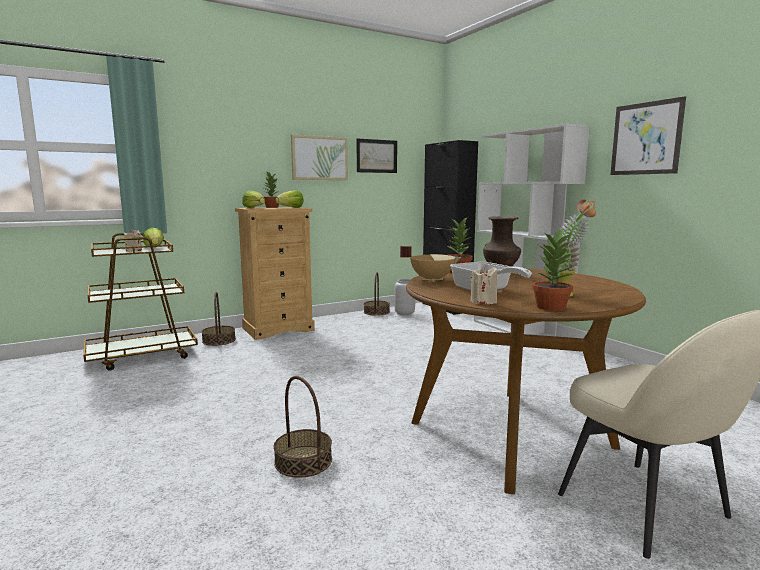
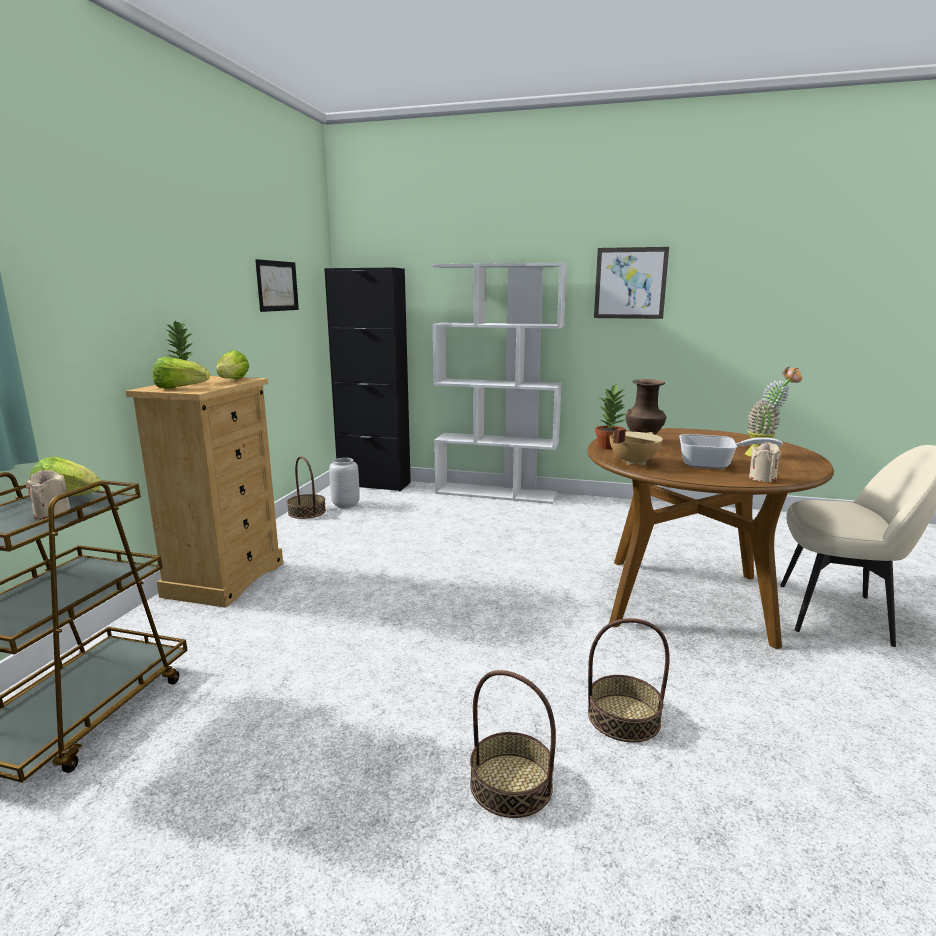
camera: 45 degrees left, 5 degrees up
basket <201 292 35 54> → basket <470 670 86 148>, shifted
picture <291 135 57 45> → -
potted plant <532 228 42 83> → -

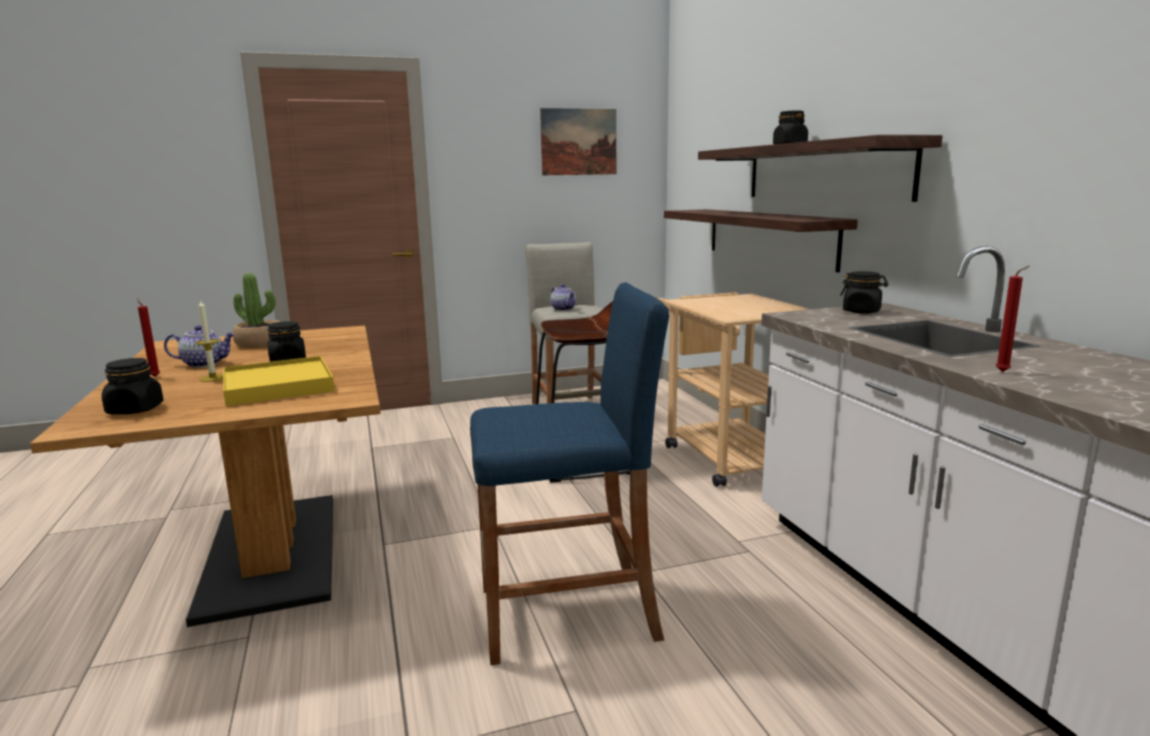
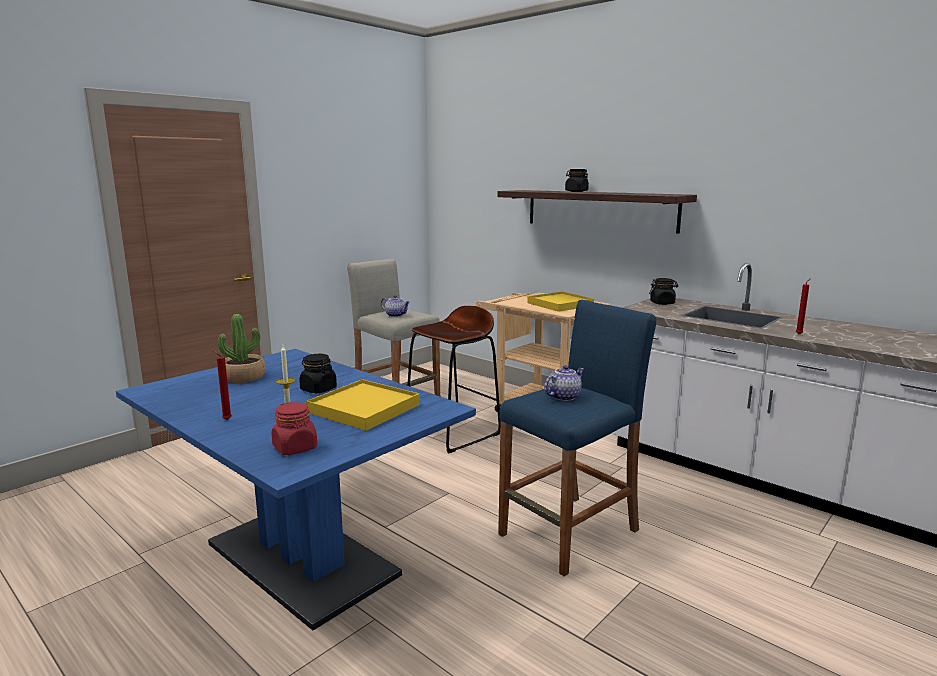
camera: 30 degrees left, 0 degrees up
dining table (brown) <30 325 350 302> → dining table (blue) <116 349 360 282>
jar (black) <102 358 62 56> → jar (red) <272 402 45 53>
teapot <164 325 71 43> → teapot <544 365 40 36>, shifted
picture <540 108 76 67> → -
shelf <664 209 194 64> → -
- → tray (yellow) <527 291 67 21>

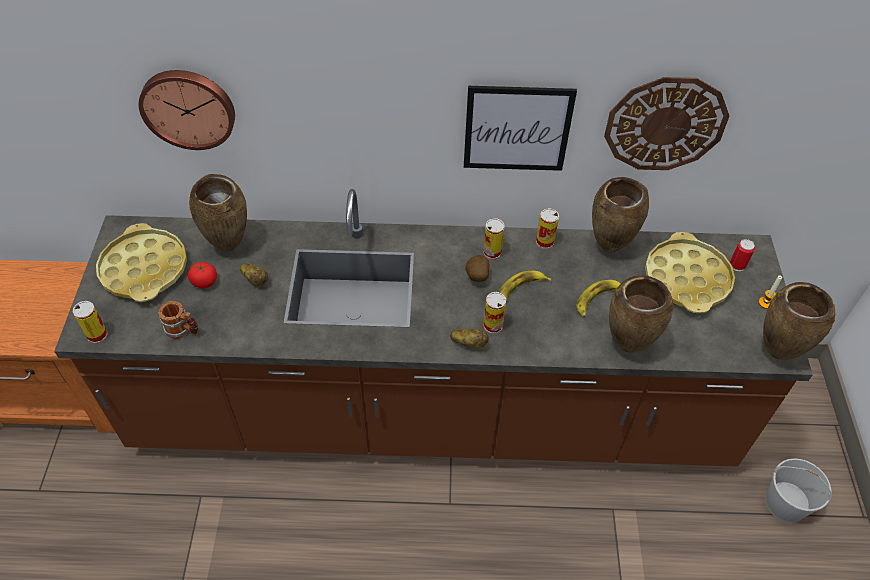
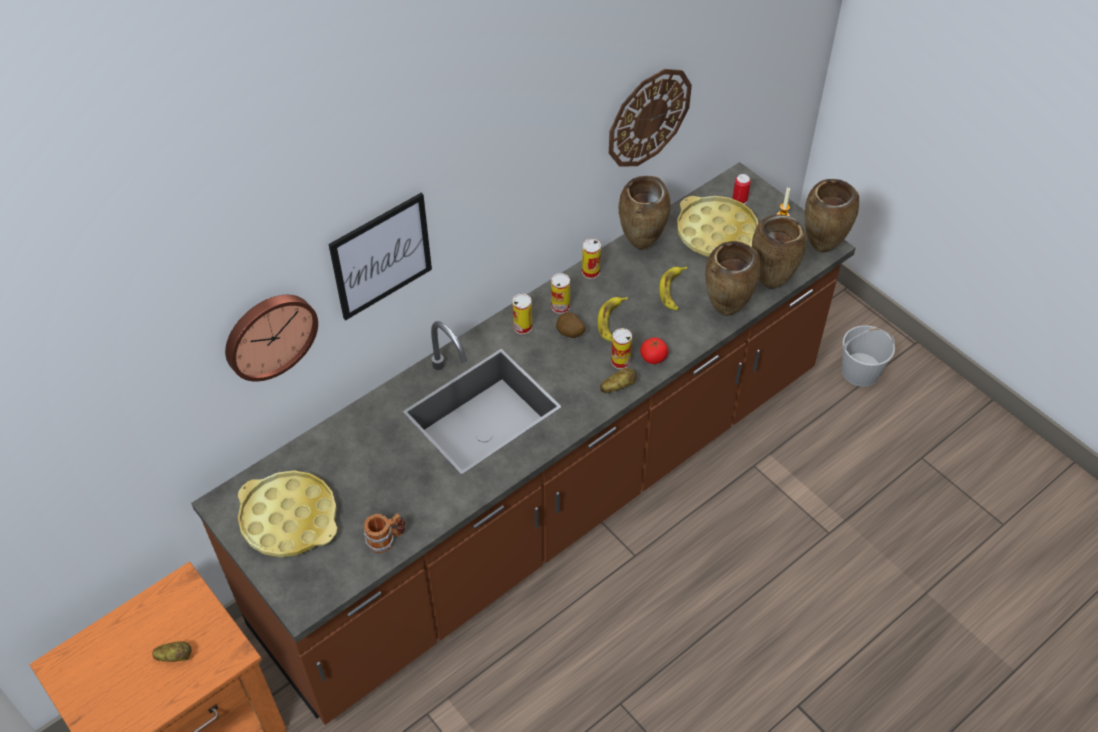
camera: 40 degrees left, 0 degrees up
can <73 301 35 42> → can <512 294 20 41>, shifted
tomato <188 262 29 27> → tomato <640 337 28 27>, shifted
vase (brown) <189 174 58 77> → vase (brown) <752 214 55 75>, shifted
potato <240 263 28 24> → potato <152 641 40 21>, shifted
picture <464 86 113 85> → picture <329 193 103 127>, shifted

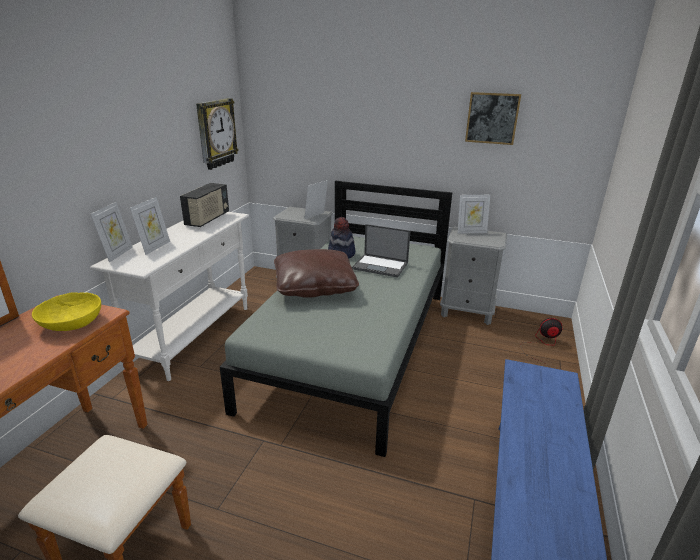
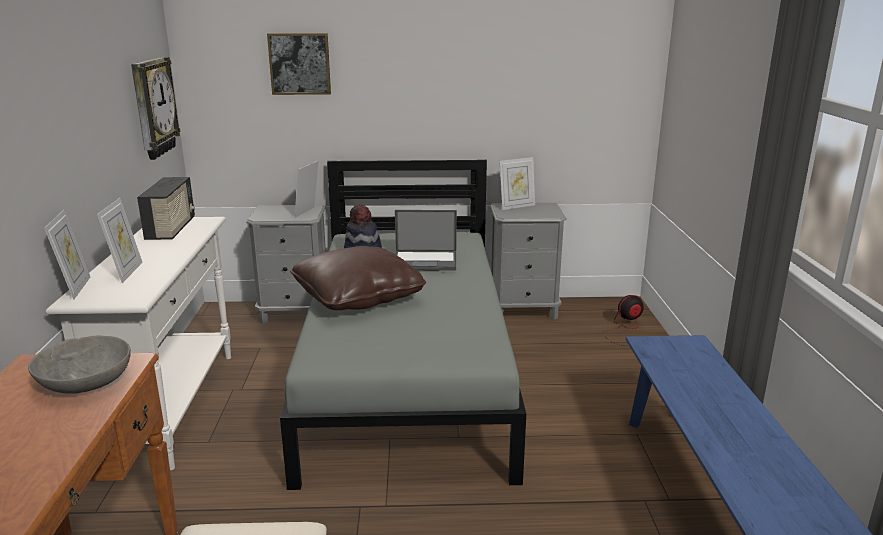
camera: 20 degrees left, 5 degrees down
bowl (yellow) <32 292 69 39> → bowl (grey) <28 335 103 59>
picture <465 92 56 53> → picture <267 33 64 62>, shifted

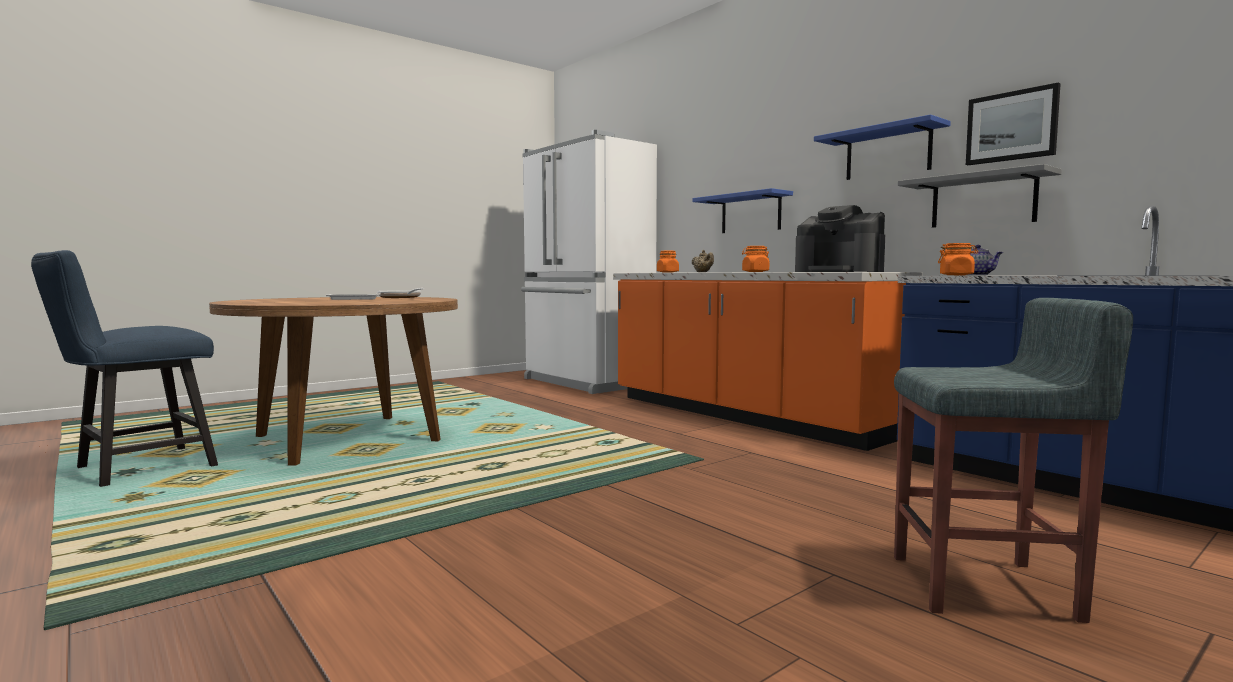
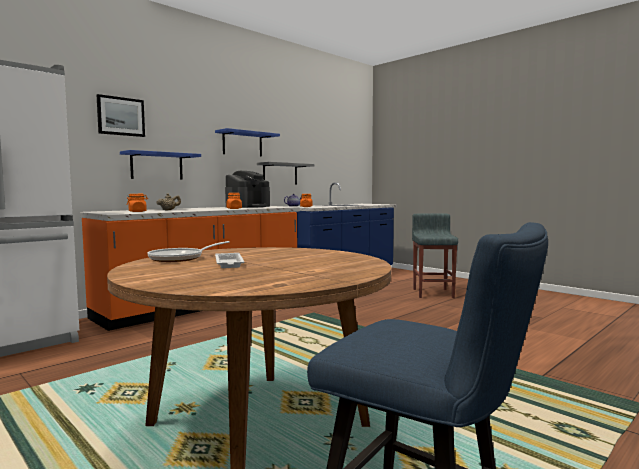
camera: 95 degrees left, 0 degrees up
picture <966 82 95 83> → picture <97 94 48 43>, shifted

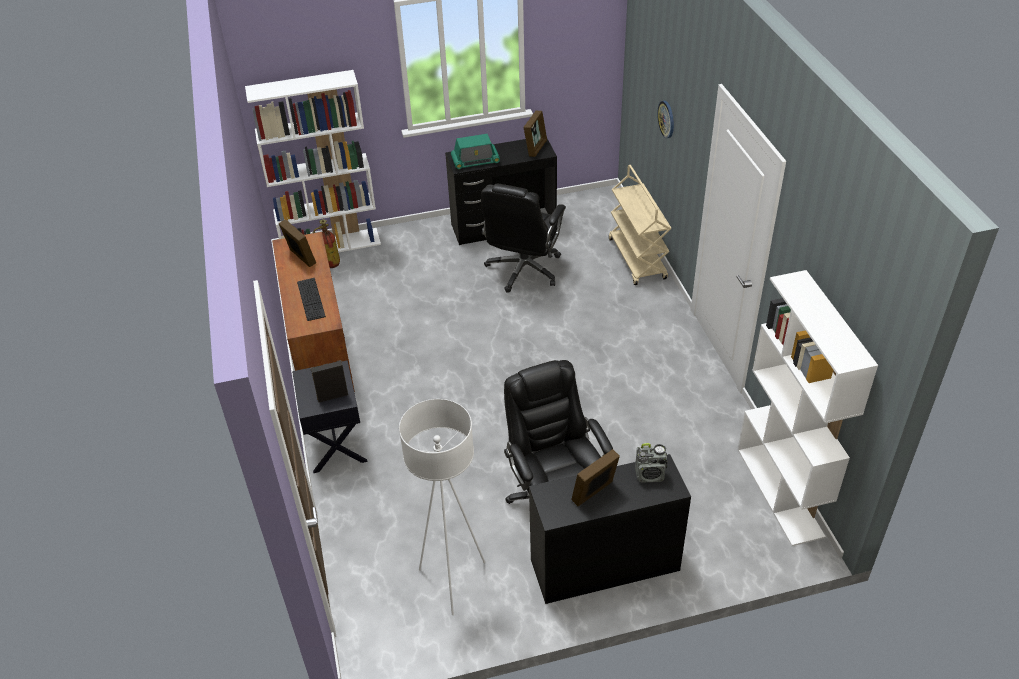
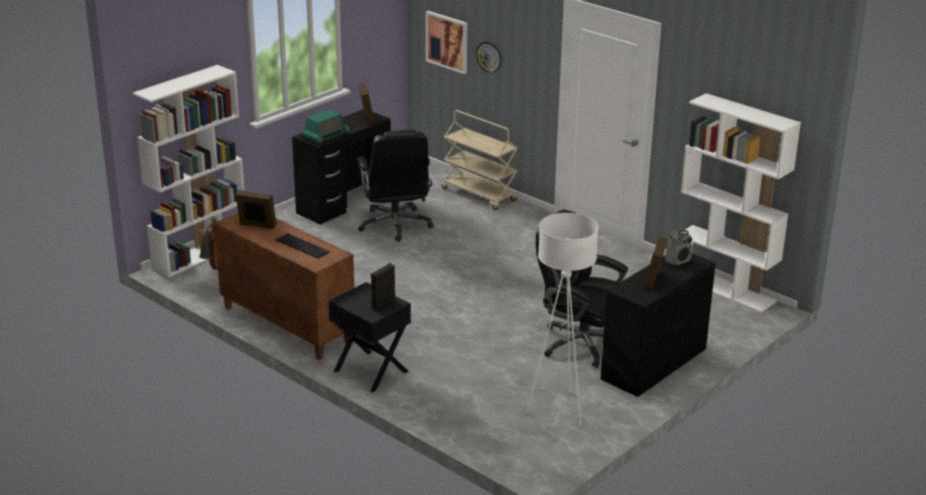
camera: 35 degrees left, 15 degrees down
- → picture <426 11 41 63>

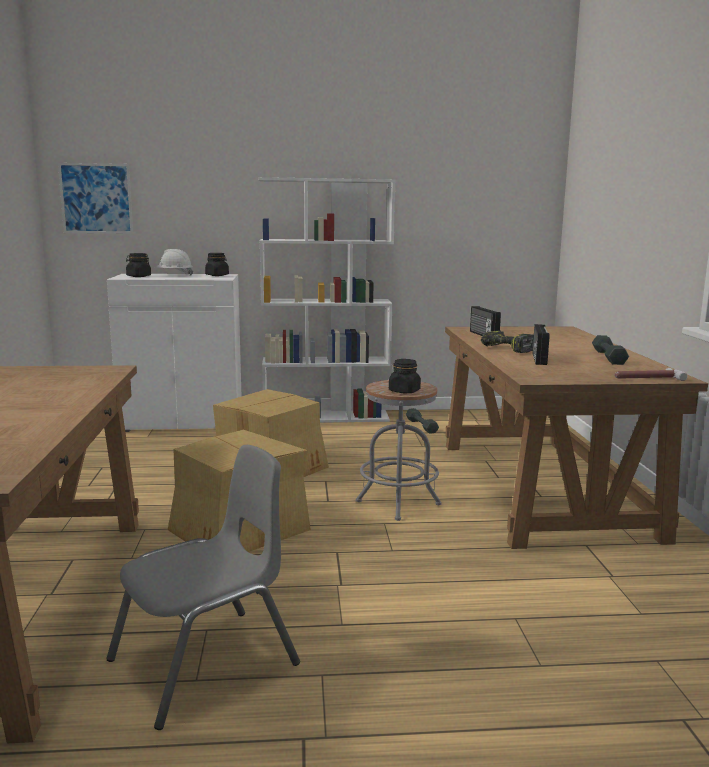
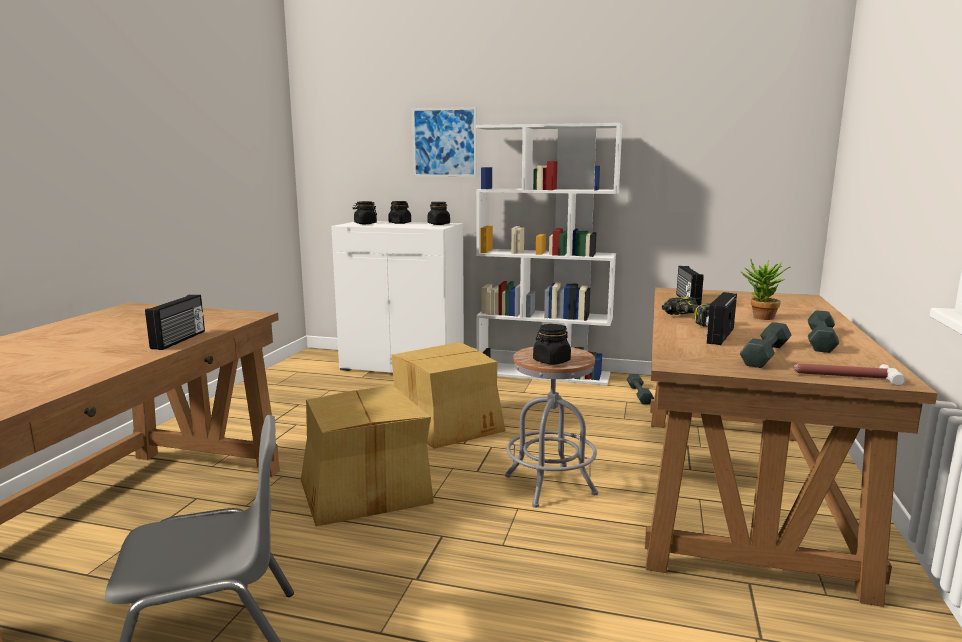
camera: 20 degrees right, 0 degrees up
picture <58 163 75 71> → picture <412 107 65 70>, shifted
hard hat (white) <155 249 39 27> → jar (black) <388 201 23 23>
- → radio <145 295 60 55>
- → dumbbell (grey) <740 322 51 46>
- → potted plant <741 259 49 61>

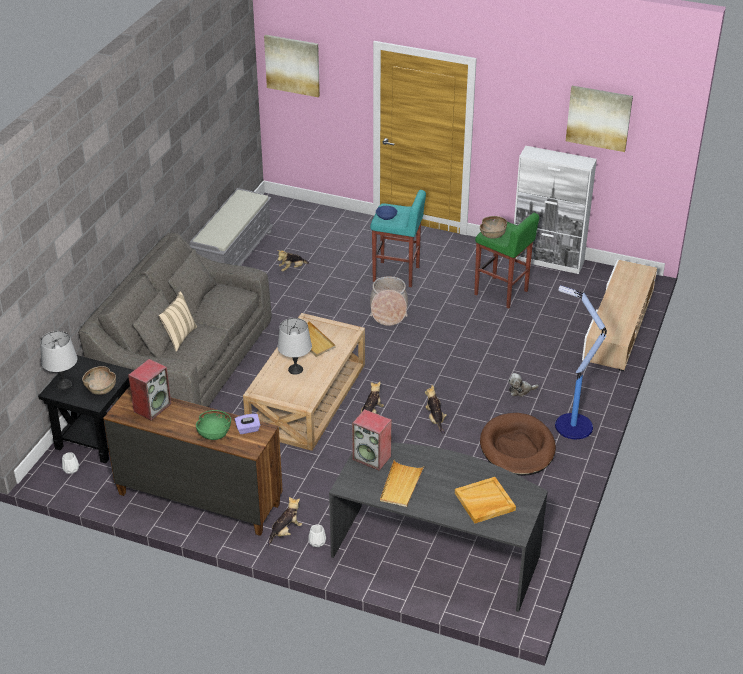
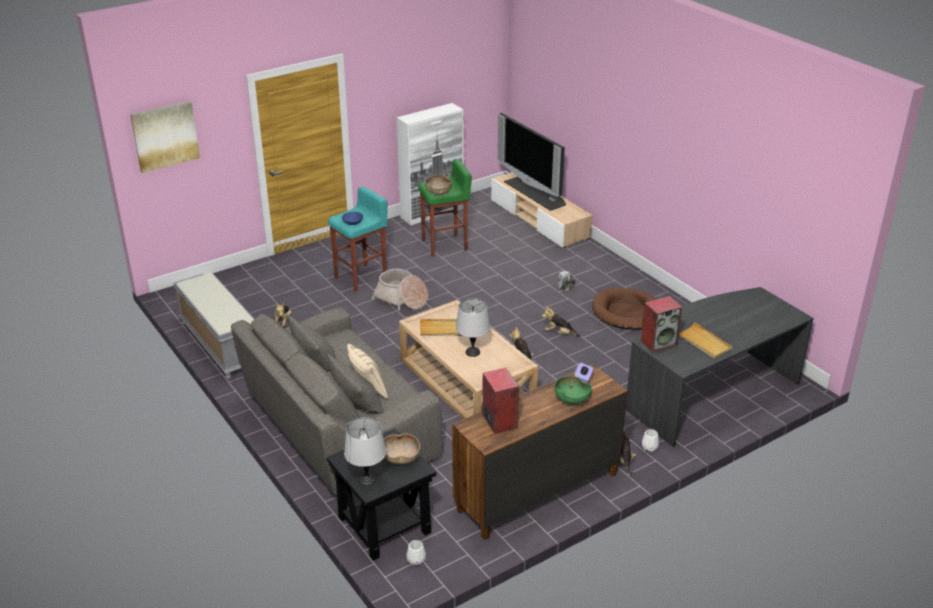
camera: 55 degrees left, 5 degrees down
tray (beige) <455 477 61 46> → -
floor lamp <555 285 52 154> → -
picture <566 86 67 66> → -
- → television <498 113 68 98>

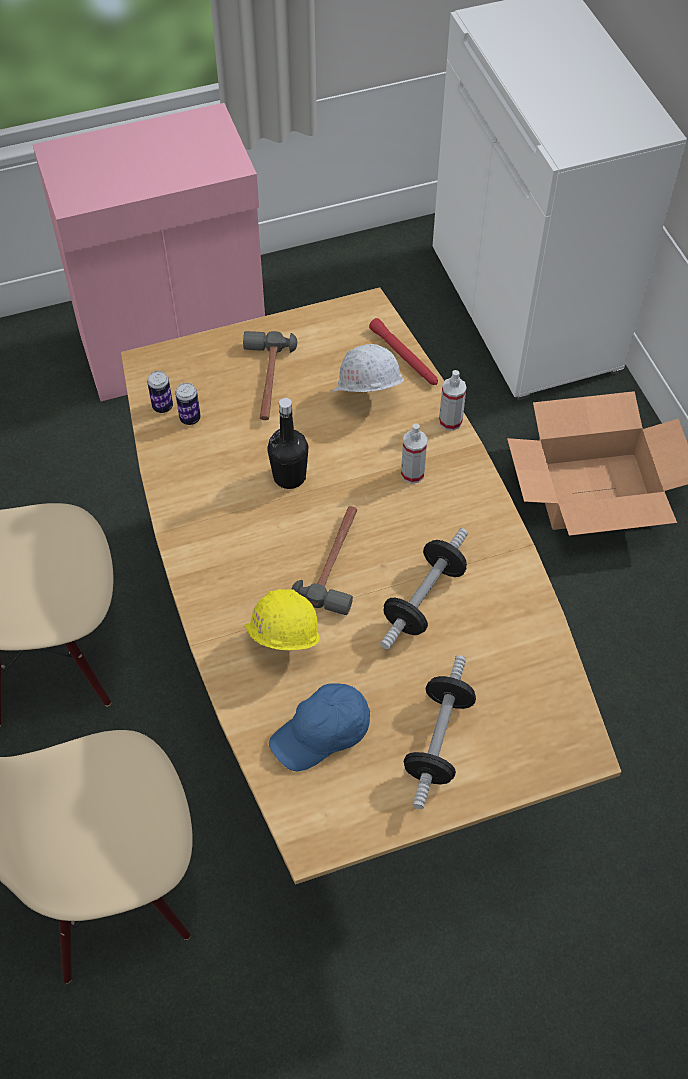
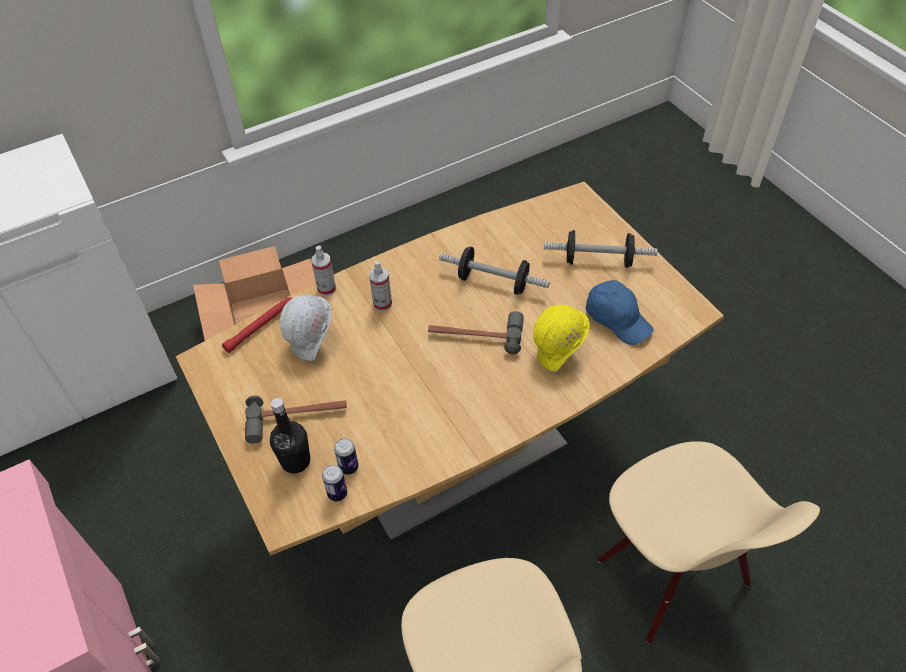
camera: 100 degrees left, 5 degrees down
bottle (black) <267 398 42 91> → bottle (black) <270 398 40 75>, shifted

